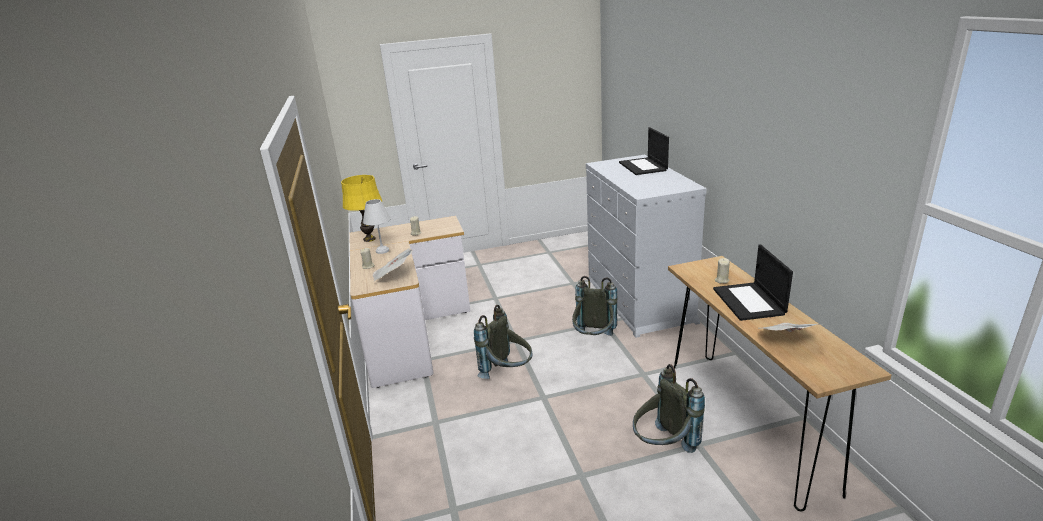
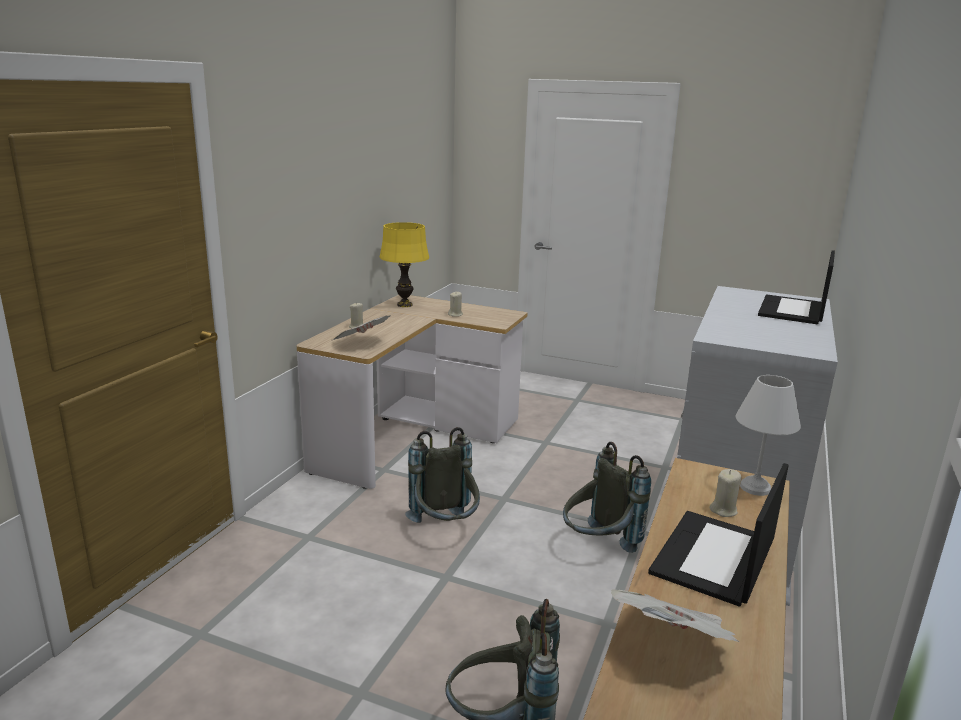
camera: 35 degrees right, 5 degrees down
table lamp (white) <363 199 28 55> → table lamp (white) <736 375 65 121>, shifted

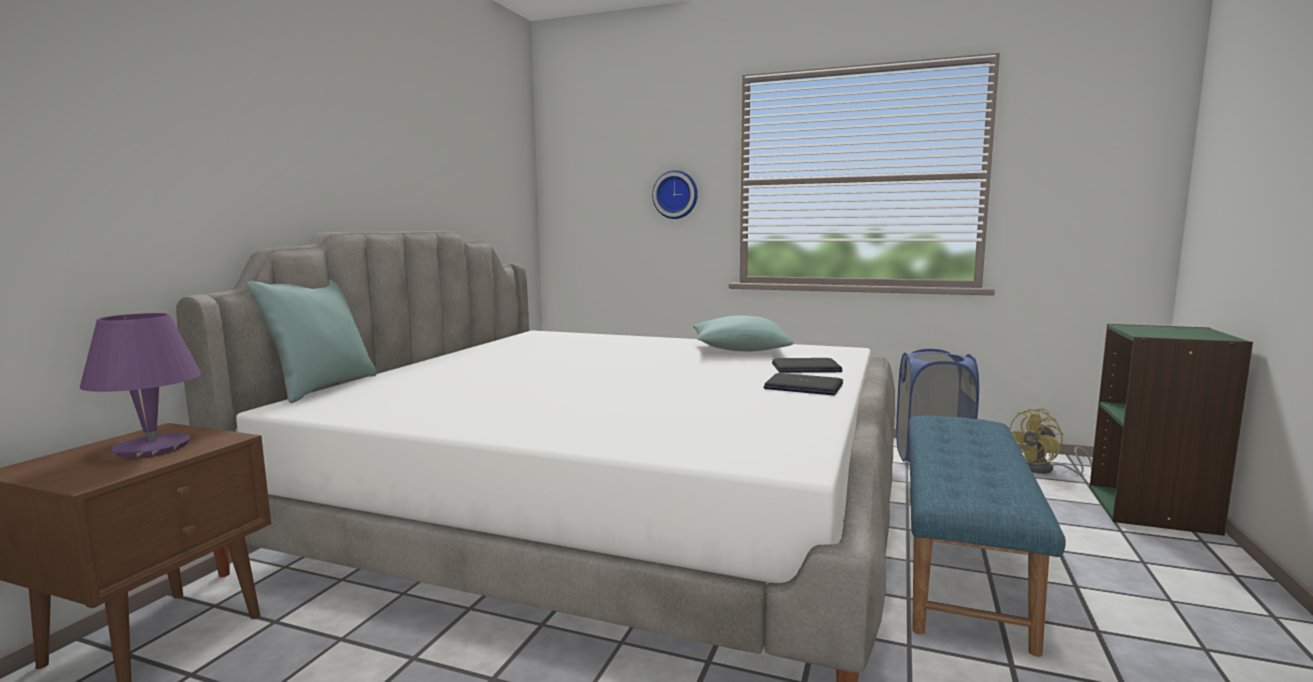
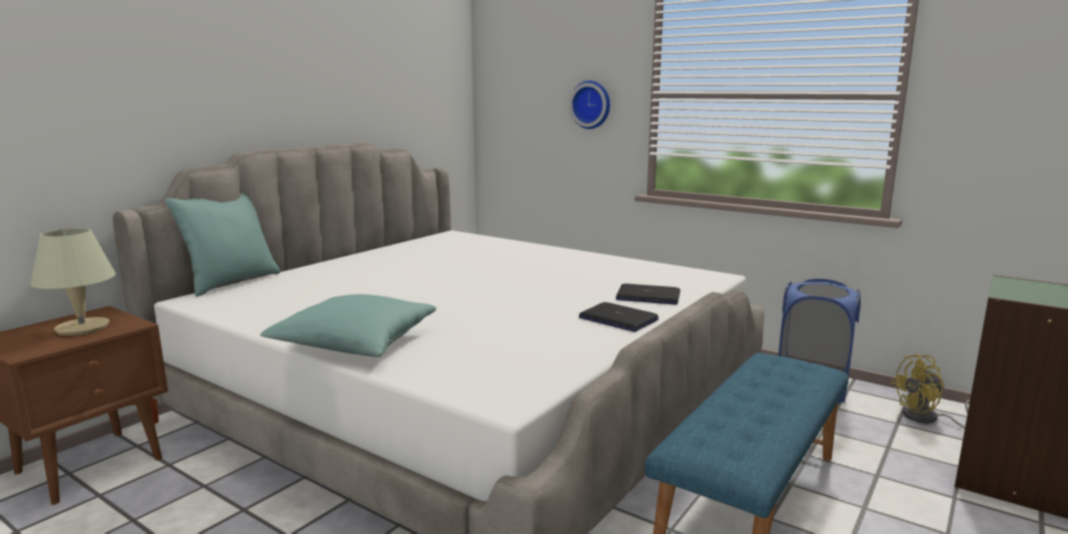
camera: 15 degrees right, 5 degrees up
table lamp (purple) <80 313 121 145> → table lamp (beige) <30 228 86 108>
pillow (turquoise) <693 316 101 35> → pillow (turquoise) <260 294 176 63>, shifted

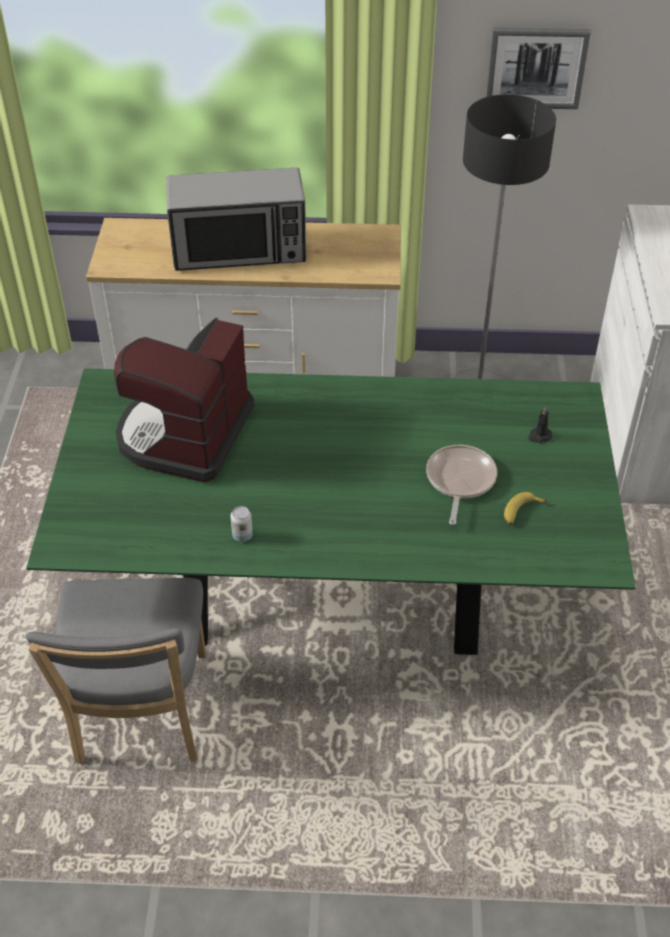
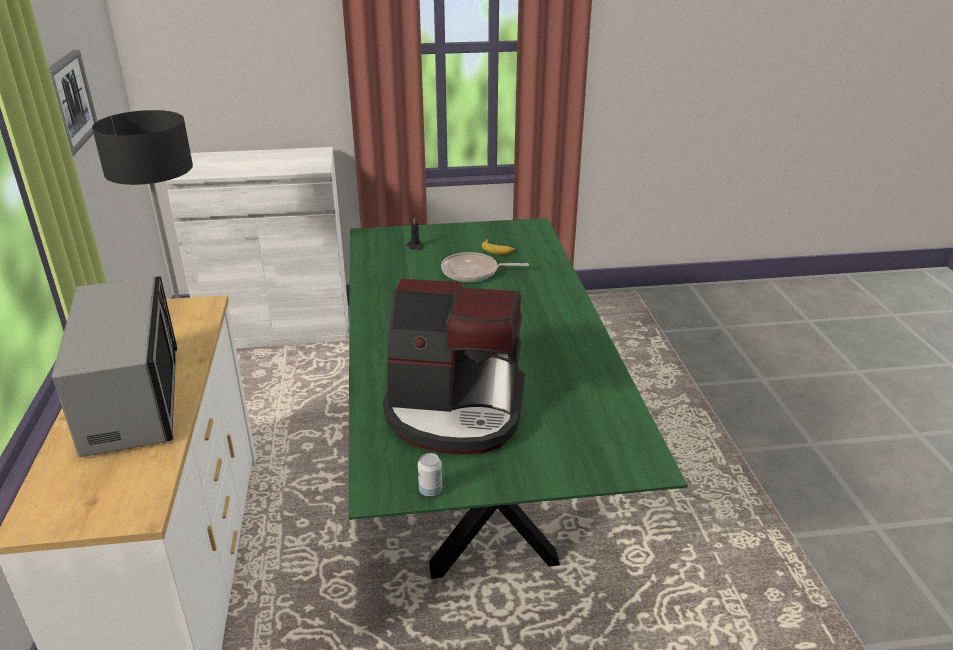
camera: 100 degrees left, 15 degrees down
chair (grey) <25 578 181 187> → -
can <230 506 23 36> → can <418 453 24 43>, shifted

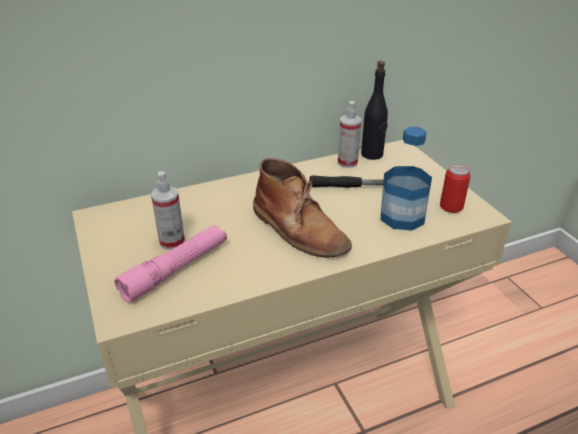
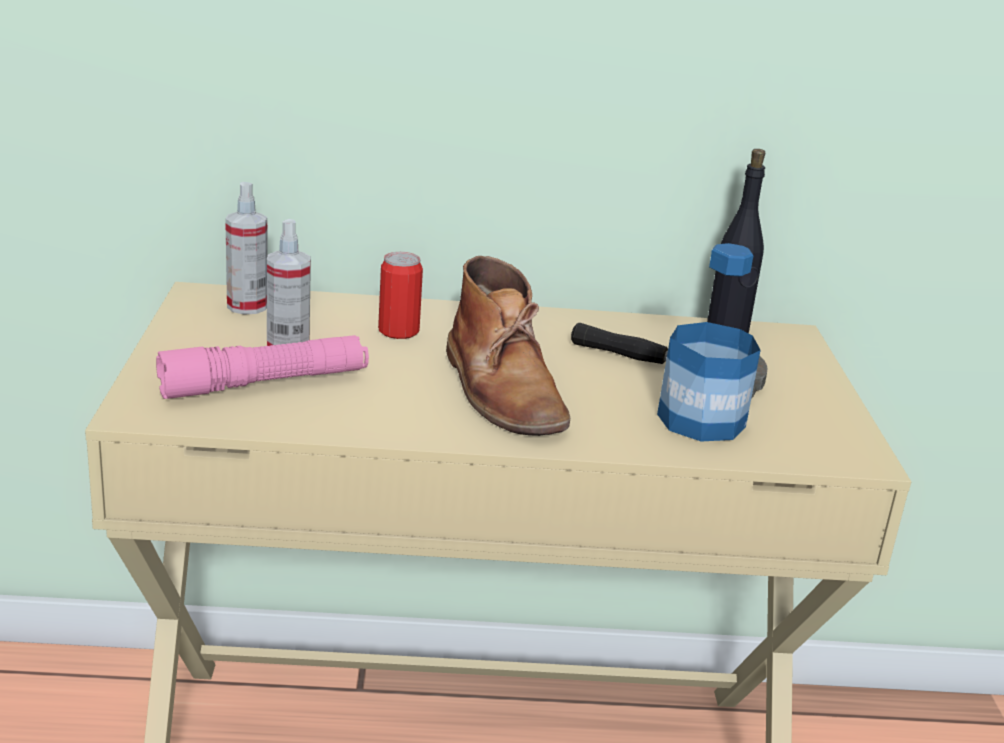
camera: 20 degrees right, 10 degrees down
spray bottle <338 101 23 67> → spray bottle <225 182 42 133>, shifted
can <440 164 31 49> → can <378 252 45 87>, shifted

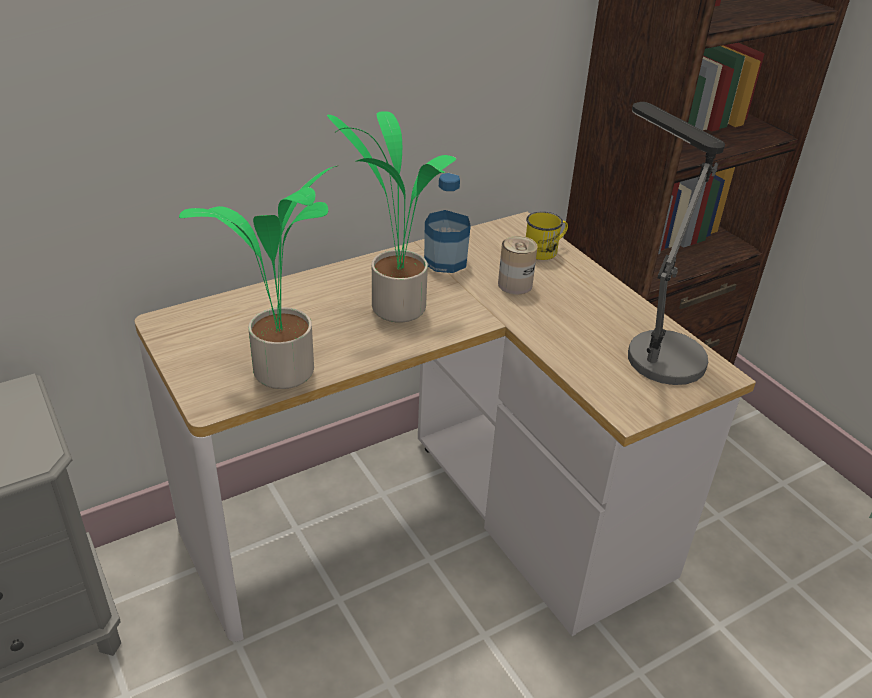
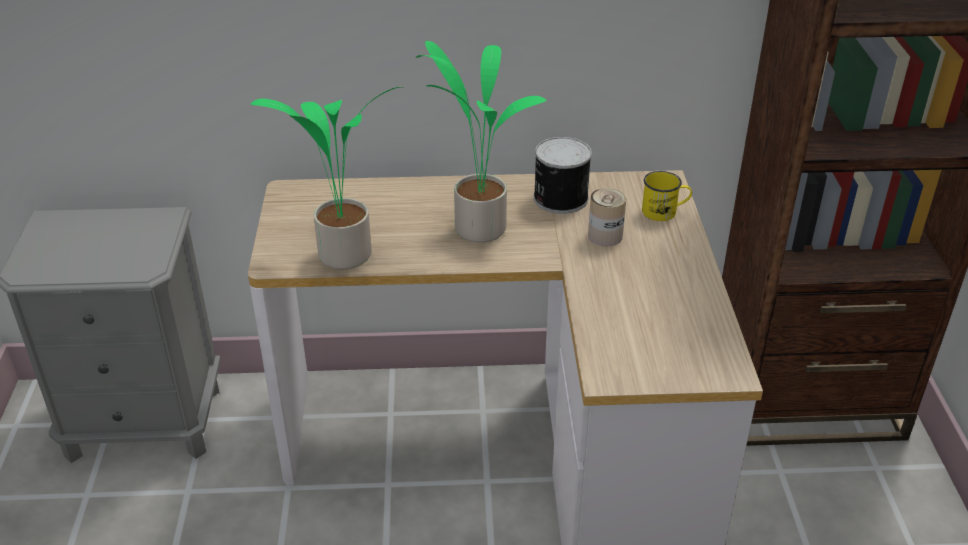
camera: 30 degrees right, 0 degrees up
bottle <424 173 47 100> → can <534 137 58 77>
table lamp <628 102 97 283> → -

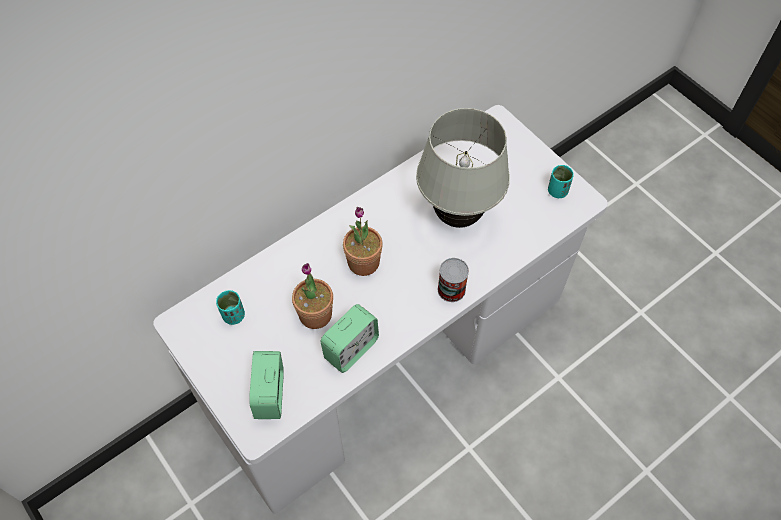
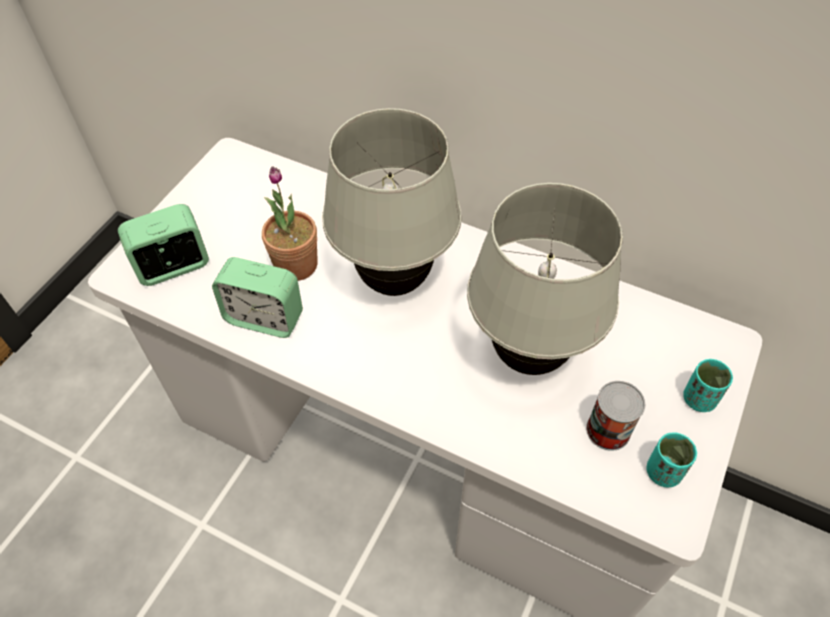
camera: 65 degrees right, 5 degrees down
cup (turquoise) <216 290 29 35> → cup (turquoise) <683 359 50 53>, shifted
potted plant <343 207 40 69> → table lamp (white) <322 108 139 188>
can <438 258 31 44> → can <586 381 59 70>, shifted

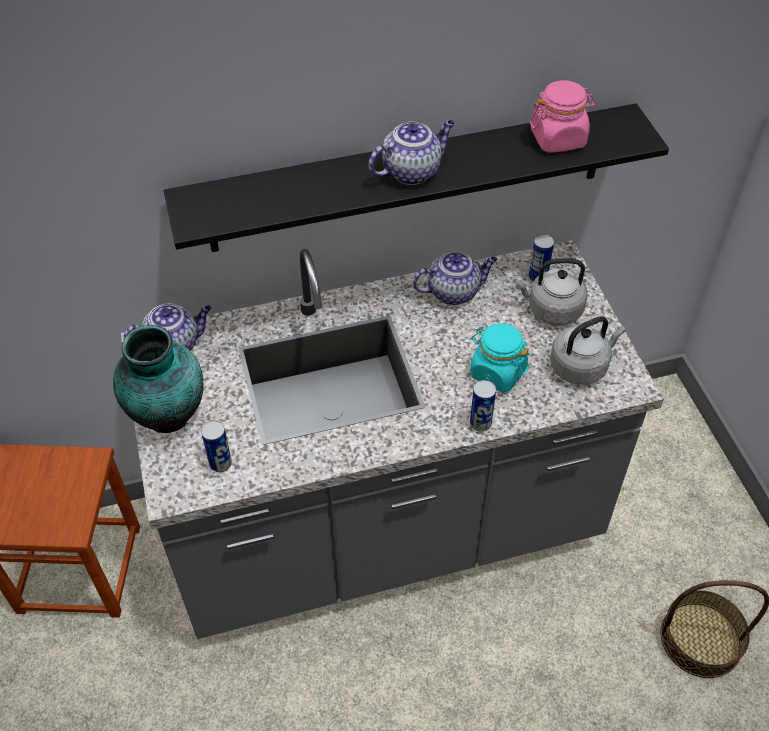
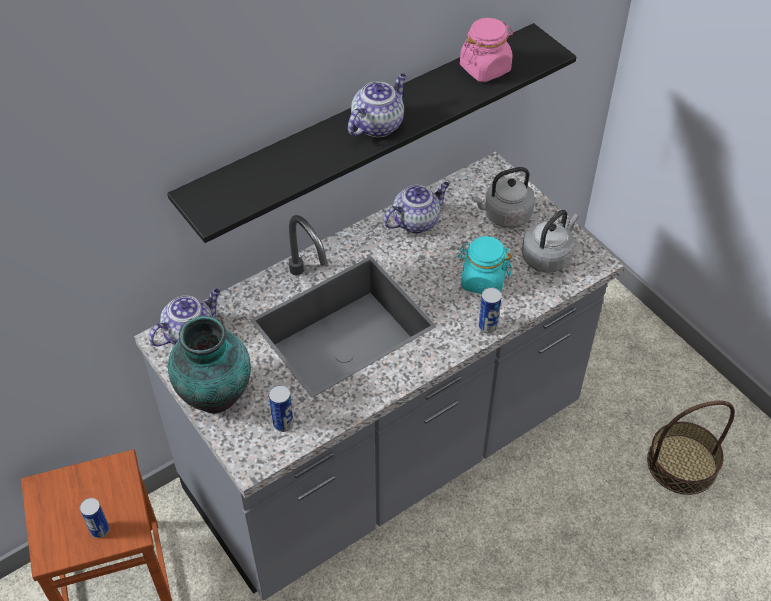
camera: 20 degrees left, 0 degrees up
can <529 234 25 48> → can <80 498 29 40>, shifted

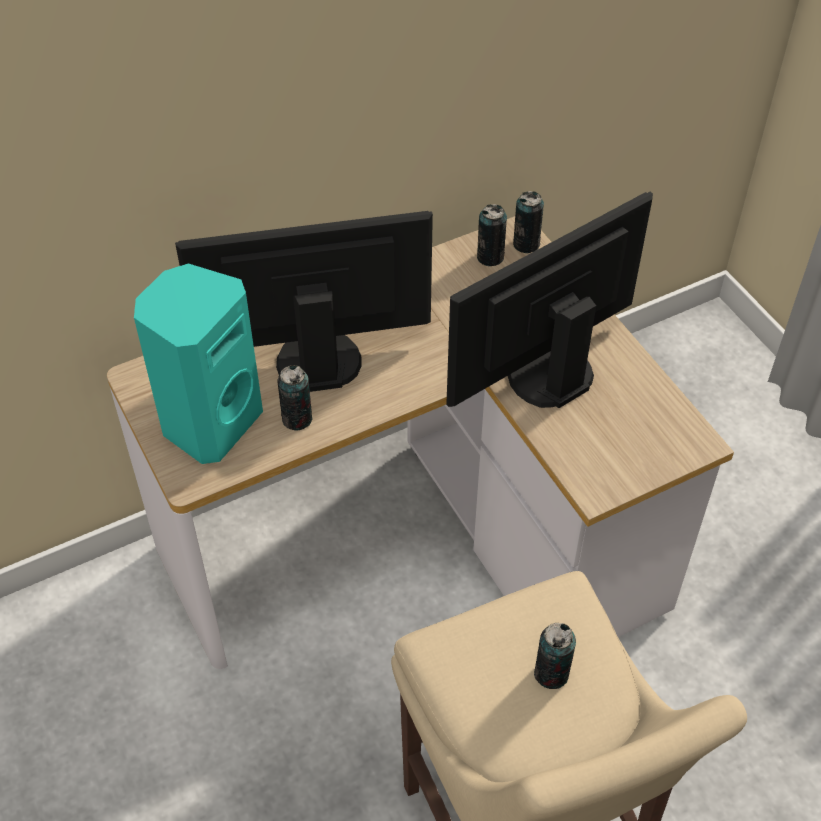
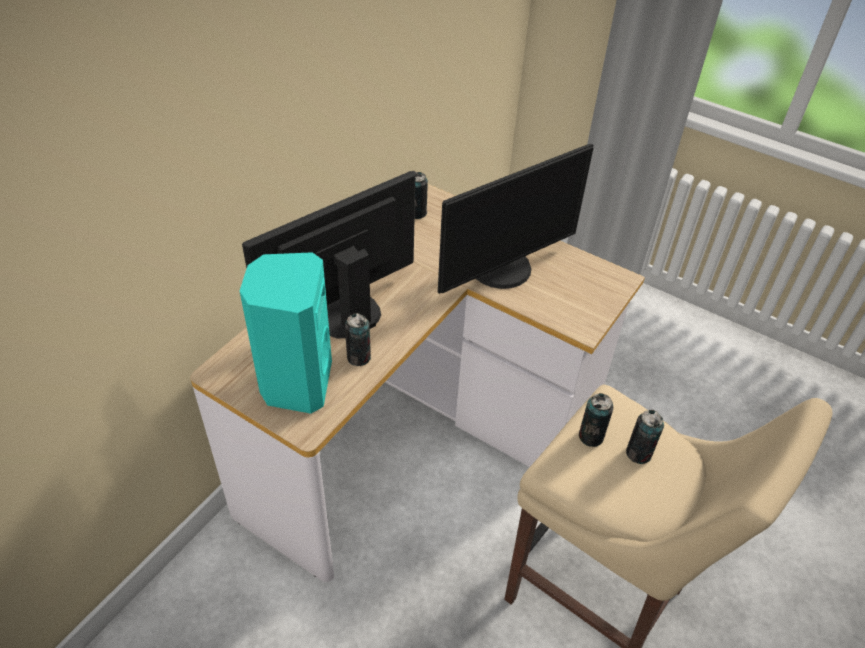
camera: 30 degrees left, 5 degrees down
monitor <446 192 207 216> → monitor <438 144 155 150>, 150 degrees counterclockwise
can <513 191 31 62> → can <579 393 34 54>, shifted

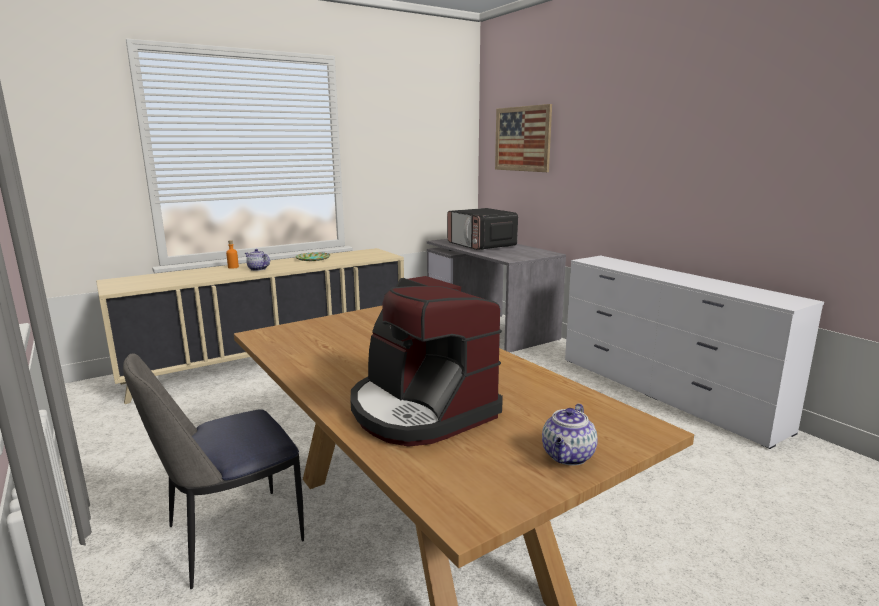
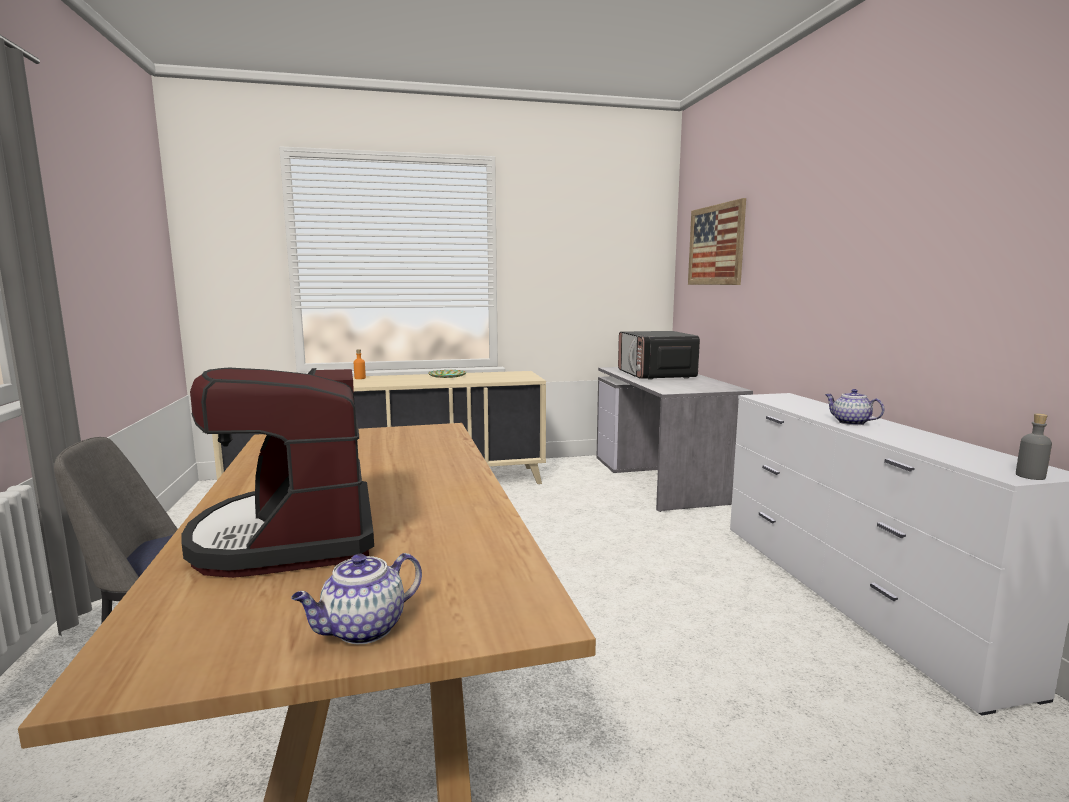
camera: 20 degrees right, 5 degrees down
teapot <245 249 25 22> → teapot <825 389 60 36>, shifted
- → bottle (grey) <1016 413 36 67>

